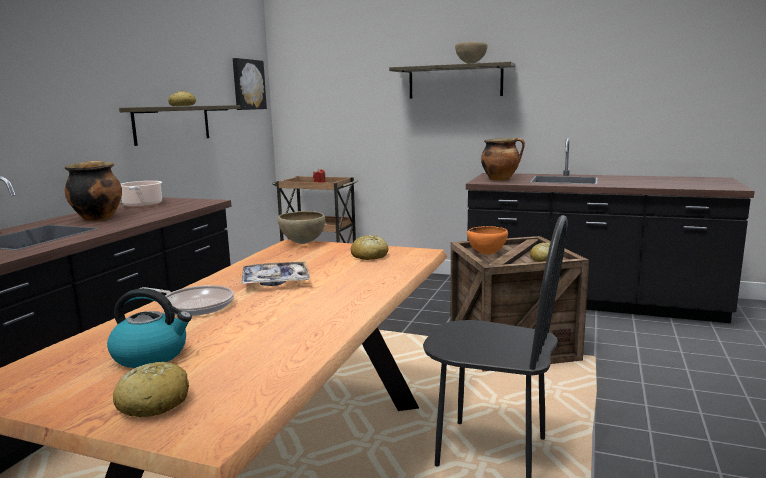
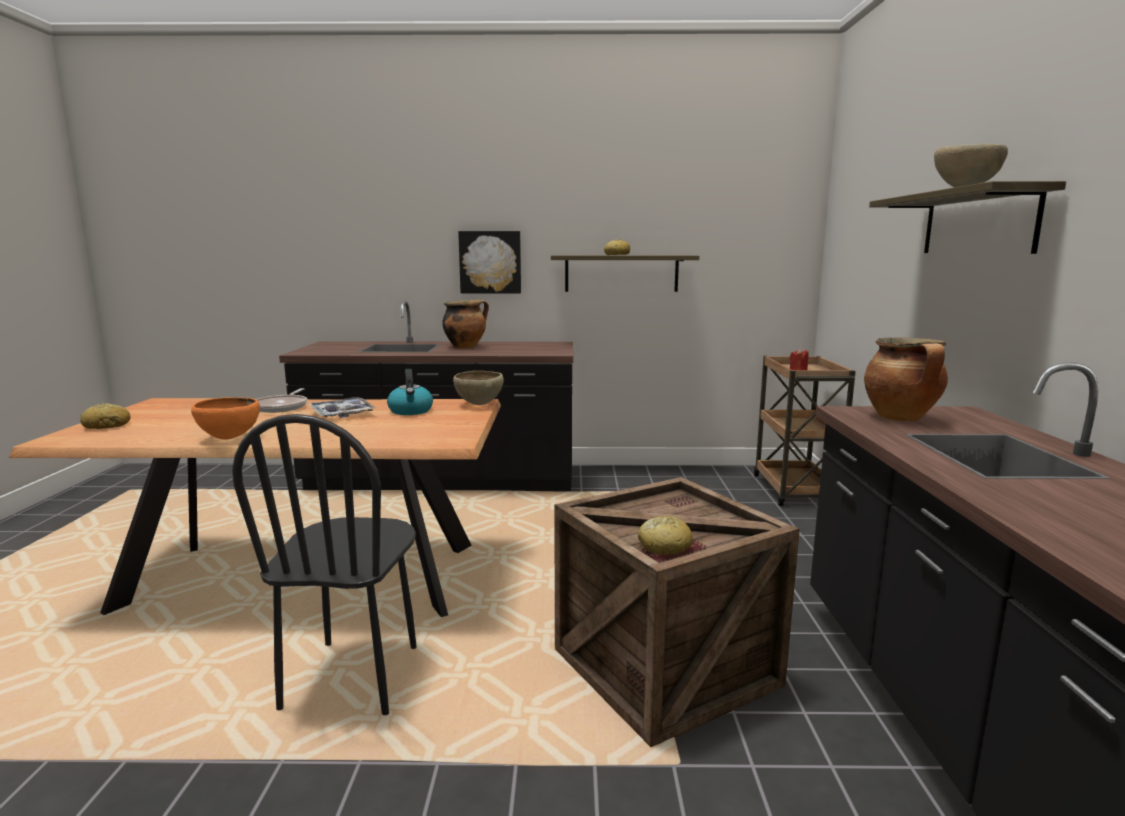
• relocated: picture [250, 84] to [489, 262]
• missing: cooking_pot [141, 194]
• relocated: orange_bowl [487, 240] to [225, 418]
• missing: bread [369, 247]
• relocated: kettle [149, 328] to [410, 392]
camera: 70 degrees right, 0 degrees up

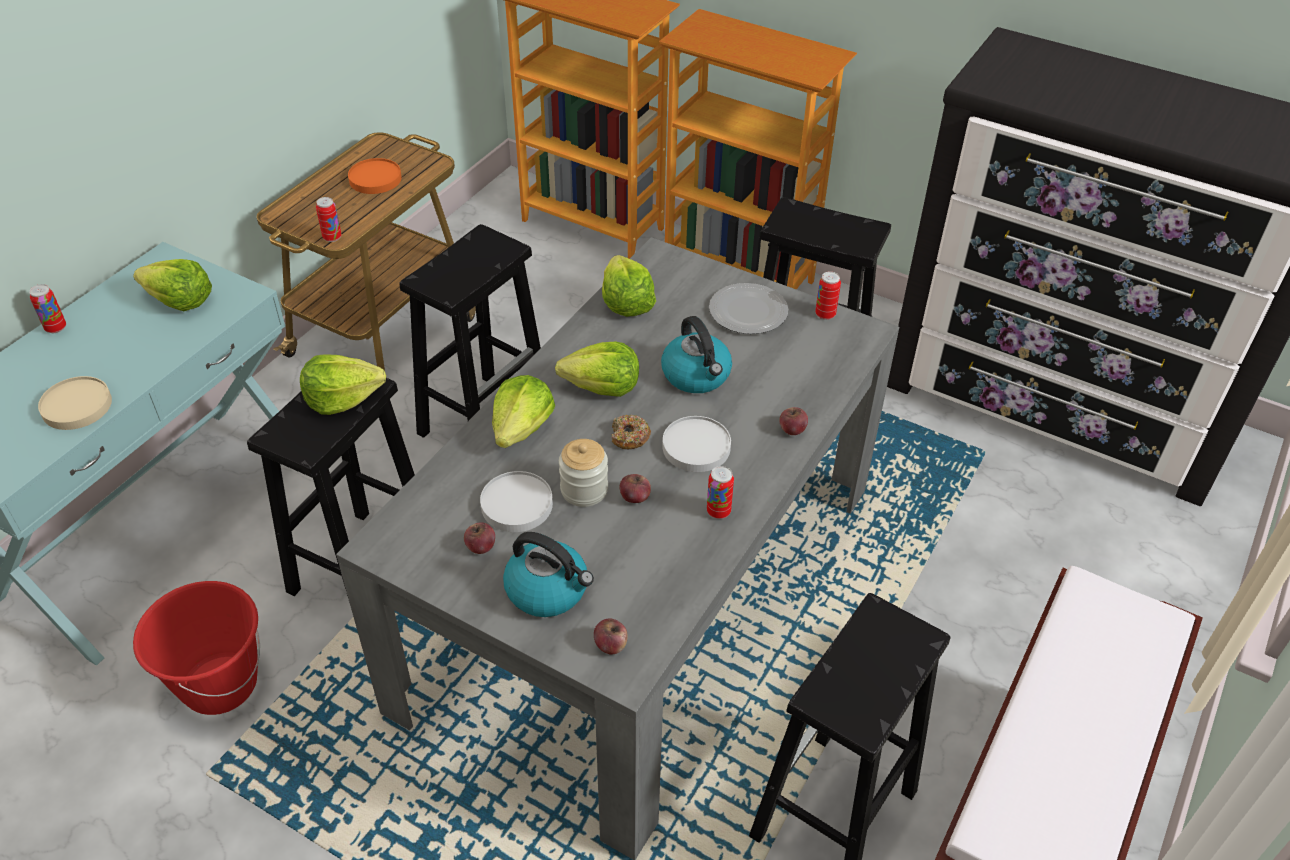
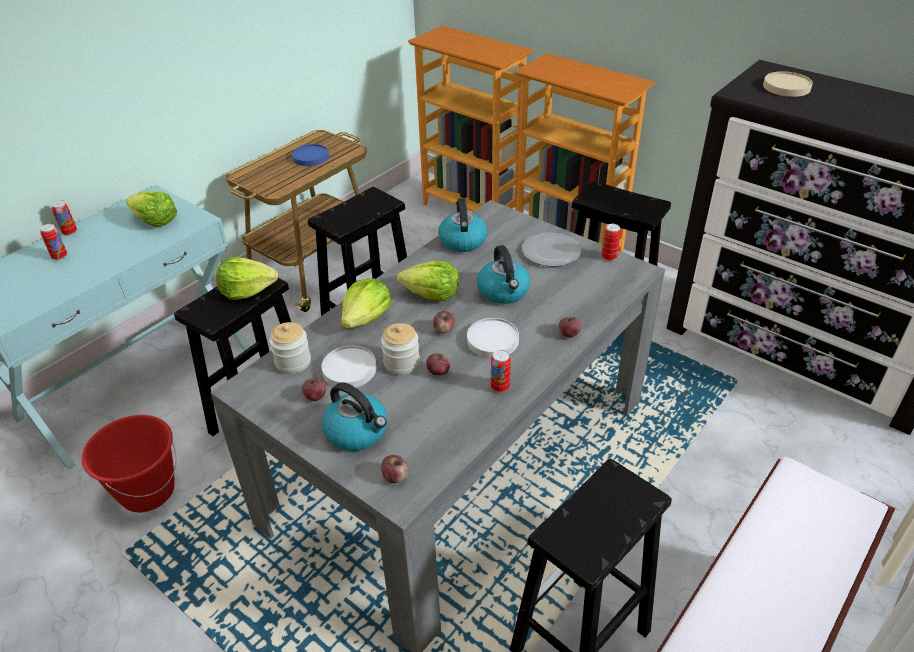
• colour: orange_plate [375, 176] to blue_plate [310, 155]
• relocated: can [328, 219] to [53, 242]
• exchanged: lettuce [629, 286] to kettle [462, 225]
• relocated: beige_plate [75, 403] to [788, 84]
• exchanged: donut [631, 431] to apple [444, 322]
• appeared: jar [290, 348]
camera: 10 degrees right, 5 degrees down

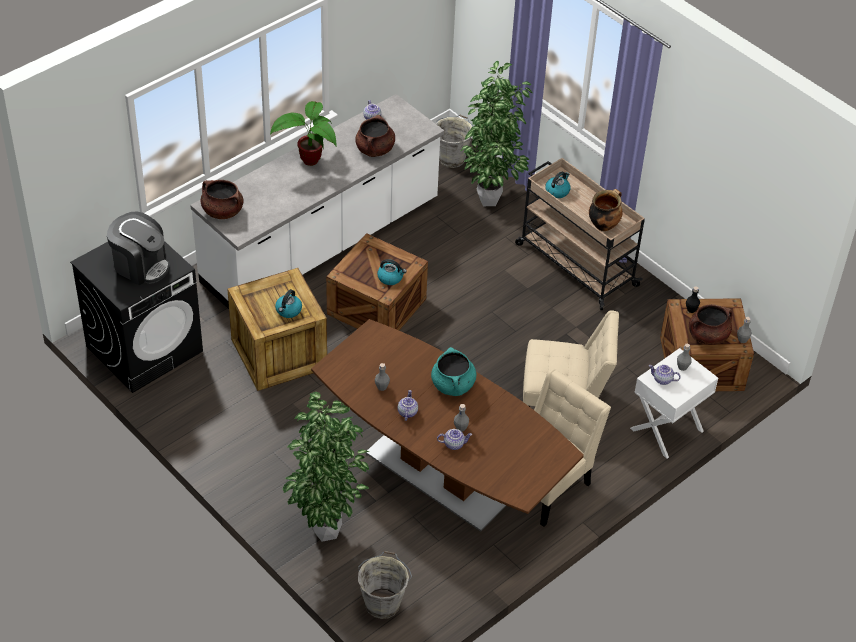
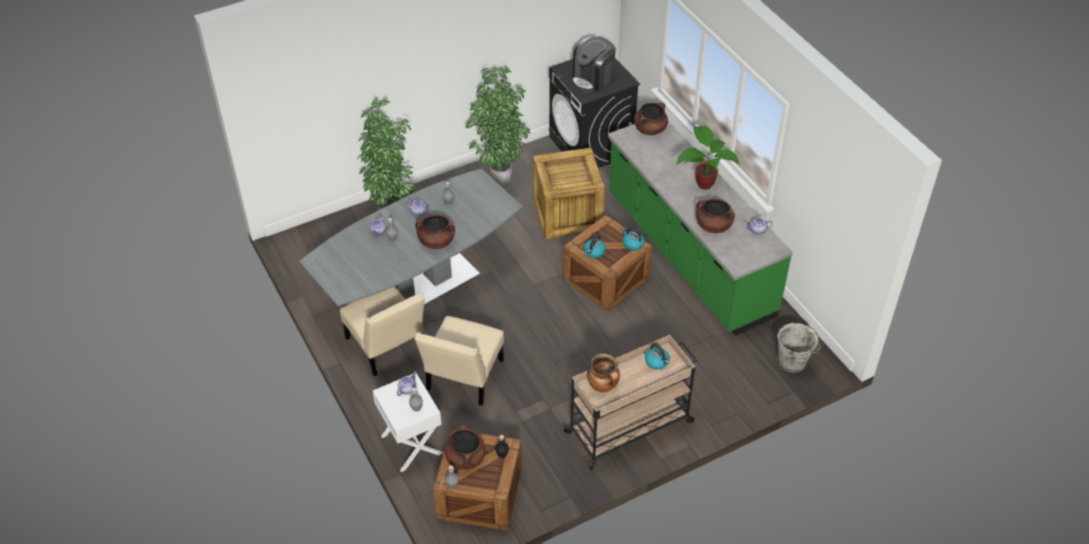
• relocated: potted_plant [496, 133] to [498, 126]
• colour: white_counter [317, 201] to green_counter [700, 228]
• relocated: kettle [288, 303] to [633, 239]
• colour: brown_dining_table [447, 425] to grey_dining_table [411, 237]
• colour: turquoise_cooking_pot [453, 371] to brown_cooking_pot [435, 231]
• missing: grey_bucket [385, 585]
camera: 105 degrees right, 0 degrees up

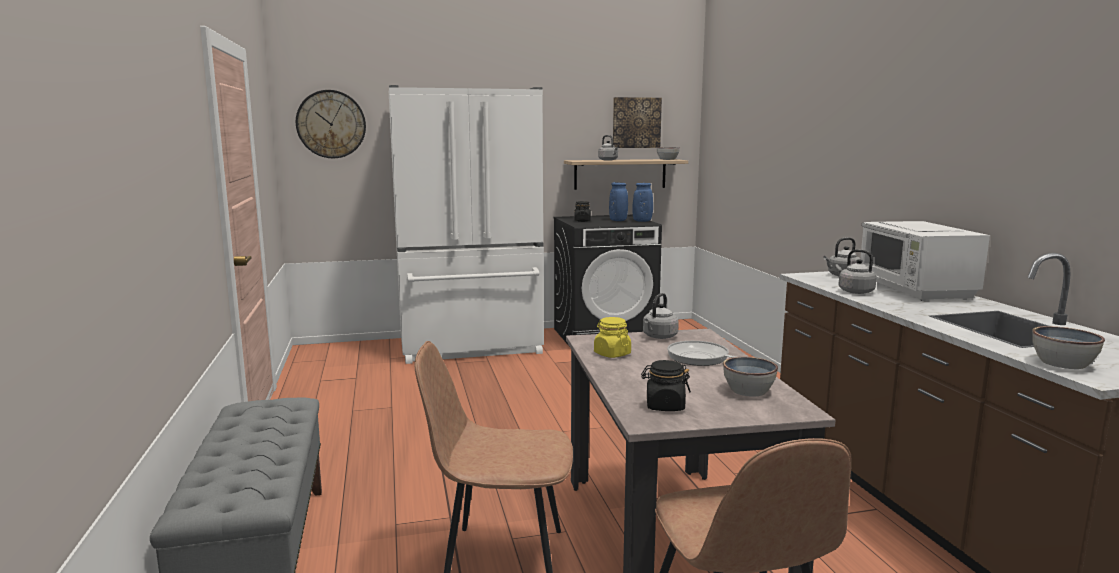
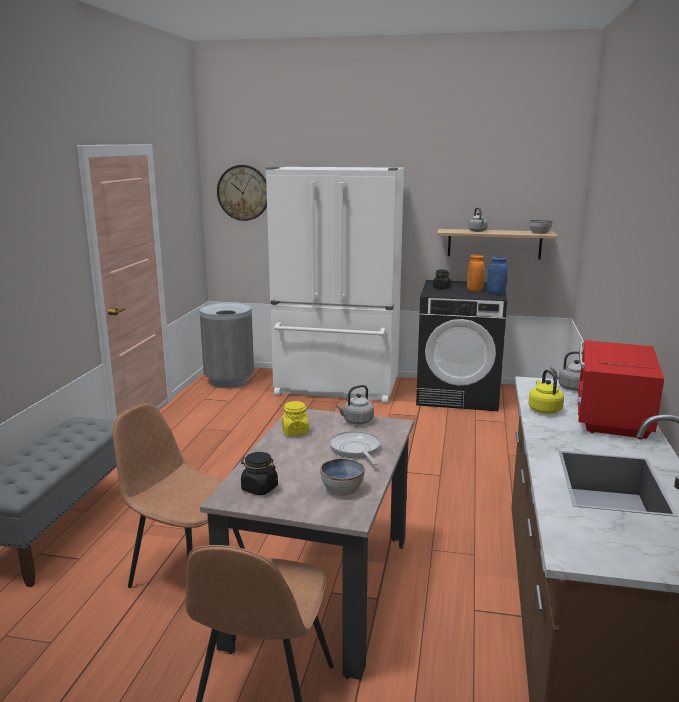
• missing: picture [637, 122]
• colour: blue_vase [618, 201] to orange_vase [475, 273]
• colour: white_microwave [925, 261] to red_microwave [620, 389]
• colour: grey_kettle [856, 271] to yellow_kettle [546, 392]
• missing: bowl [1068, 347]
• appeared: grey_trash_can [226, 345]
camera: 25 degrees right, 5 degrees up

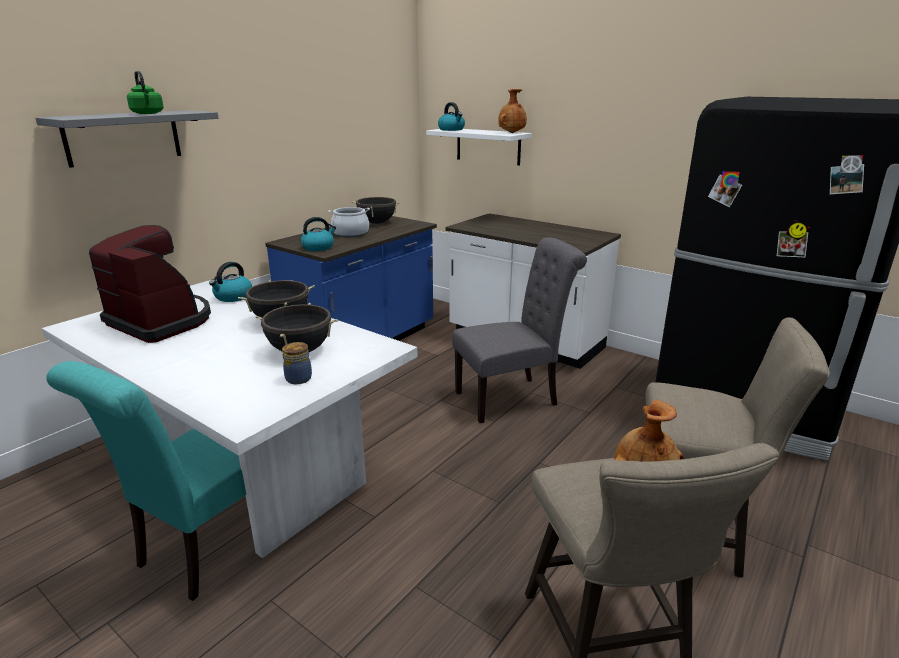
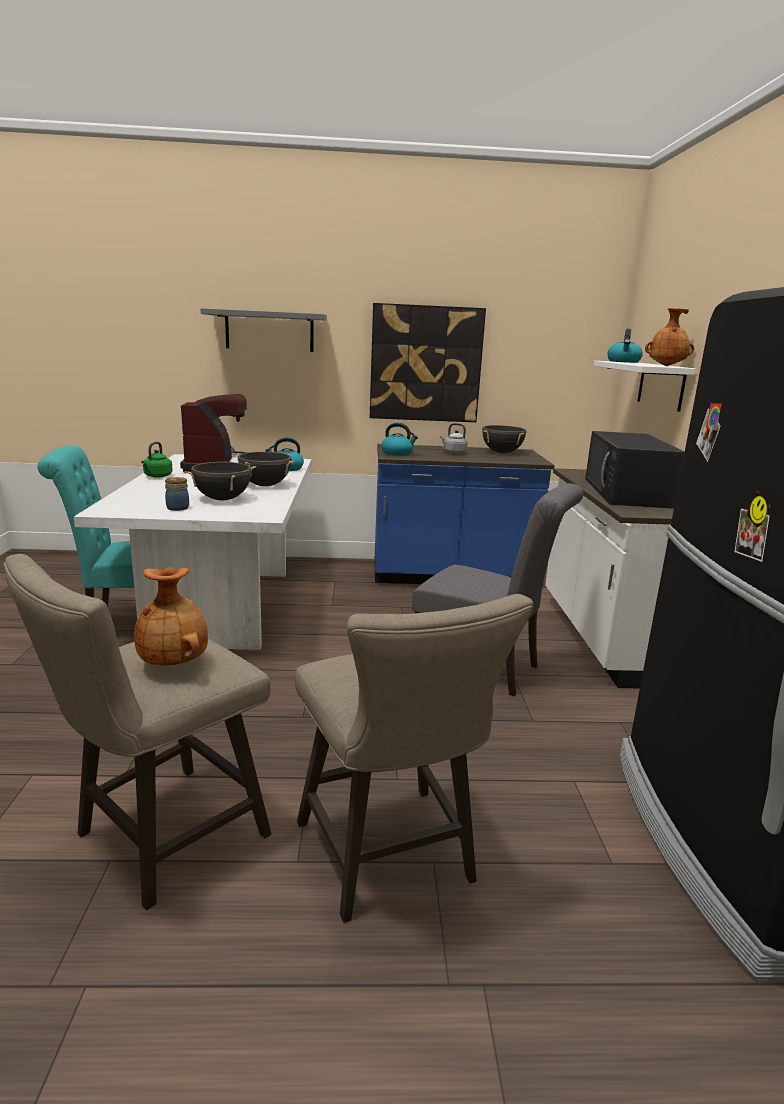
• relocated: green_kettle [145, 92] to [157, 460]
• exchanged: cooking_pot [349, 222] to grey_kettle [454, 438]
• appeared: picture [428, 362]
• appeared: black_microwave [635, 470]
camera: 50 degrees right, 5 degrees down

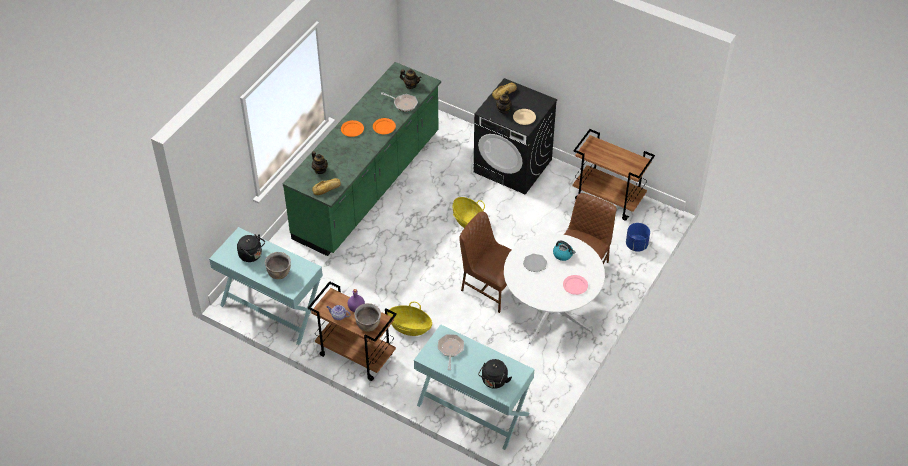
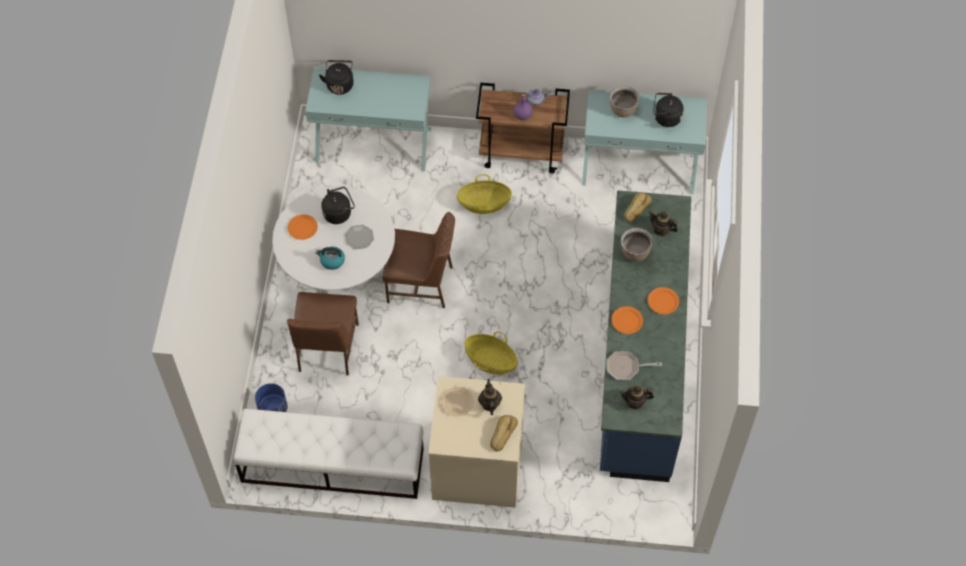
• colour: green_counter [362, 159] to blue_counter [645, 336]
• colour: black_washing_machine [515, 136] to beige_washing_machine [476, 442]
• exchanged: brown_cart [614, 175] to white_bench [328, 454]
• colour: pink_plate [575, 285] to orange_plate [303, 227]
• relocated: brown_cooking_pot [368, 317] to [637, 245]
• missing: frying_pan [451, 352]
• appeared: black_kettle [338, 205]
camera: 155 degrees right, 10 degrees up

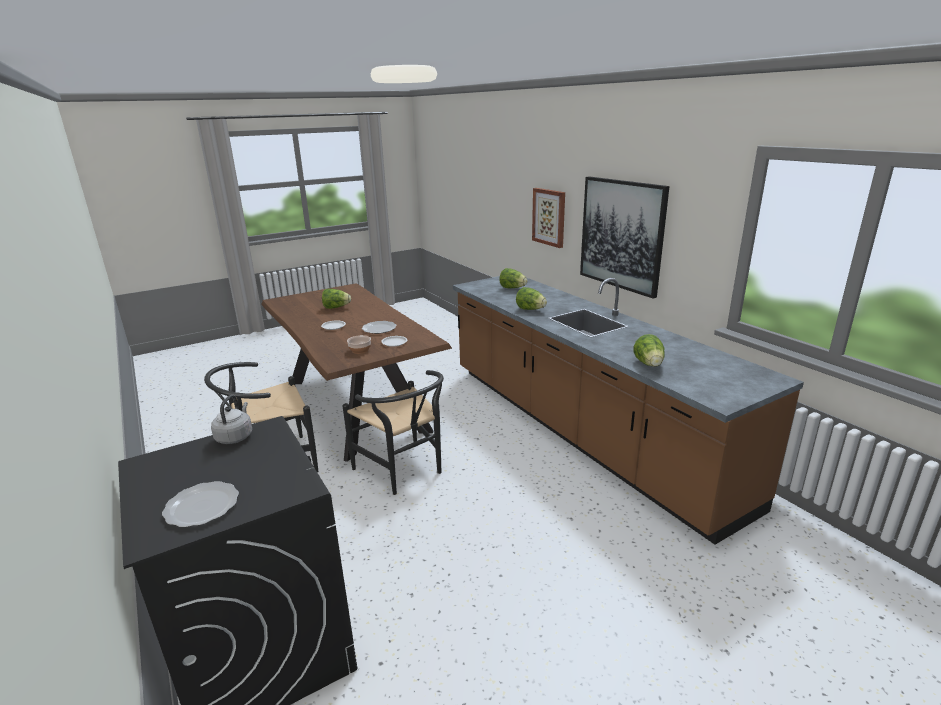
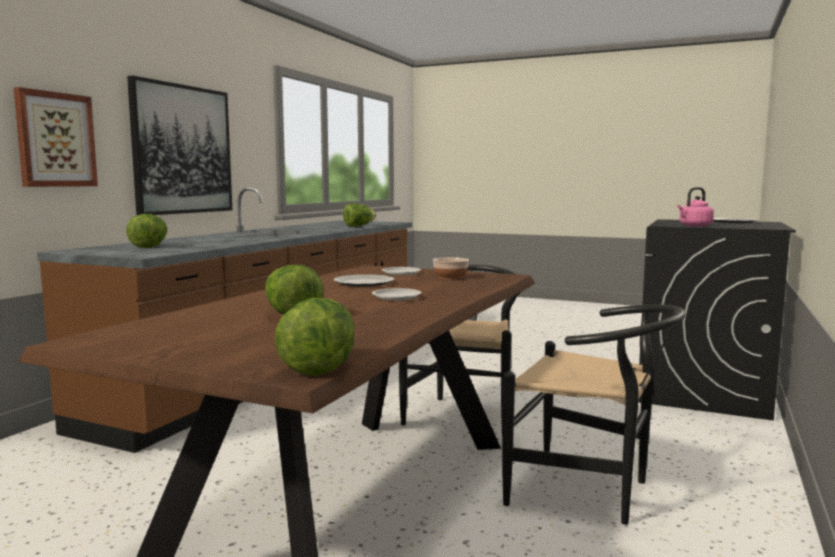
• relocated: lettuce [531, 298] to [315, 337]
• colour: grey_kettle [231, 419] to pink_kettle [695, 207]
camera: 125 degrees left, 15 degrees down

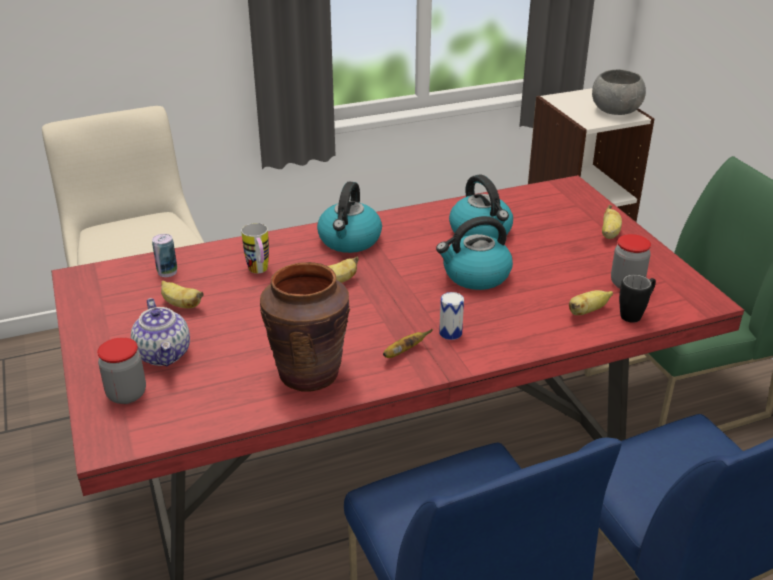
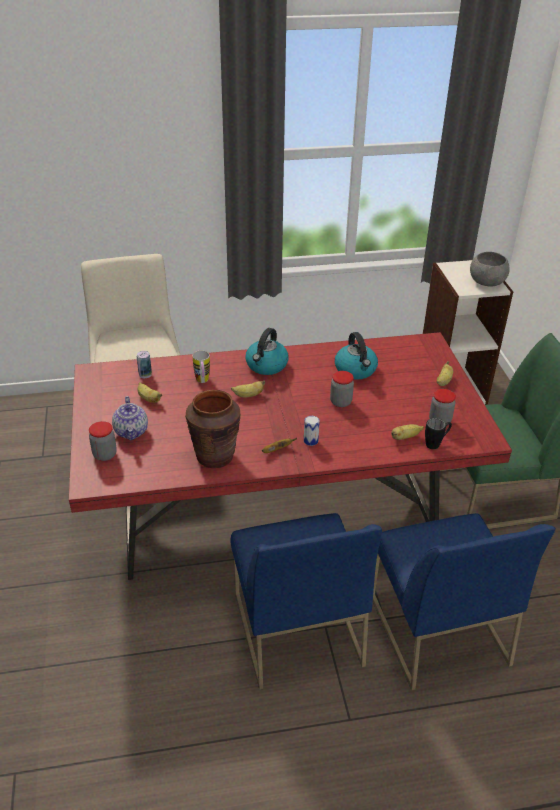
• exchanged: kettle [474, 253] to jar [342, 389]
camera: 10 degrees right, 5 degrees up

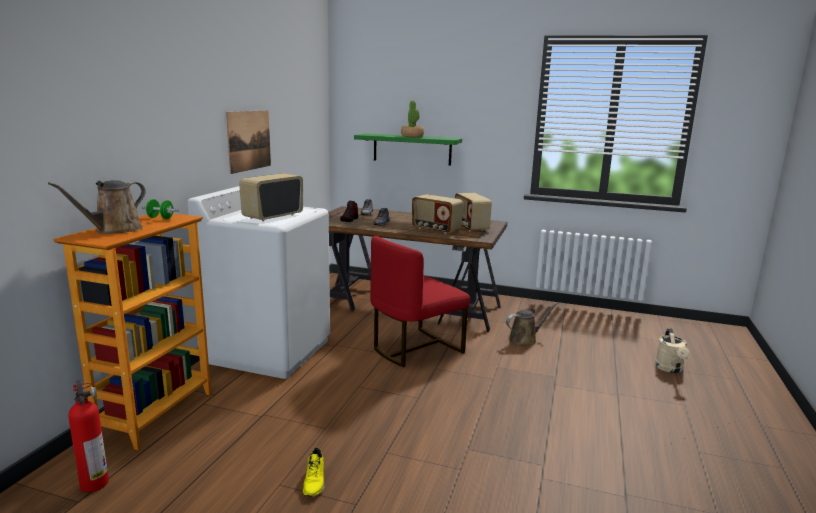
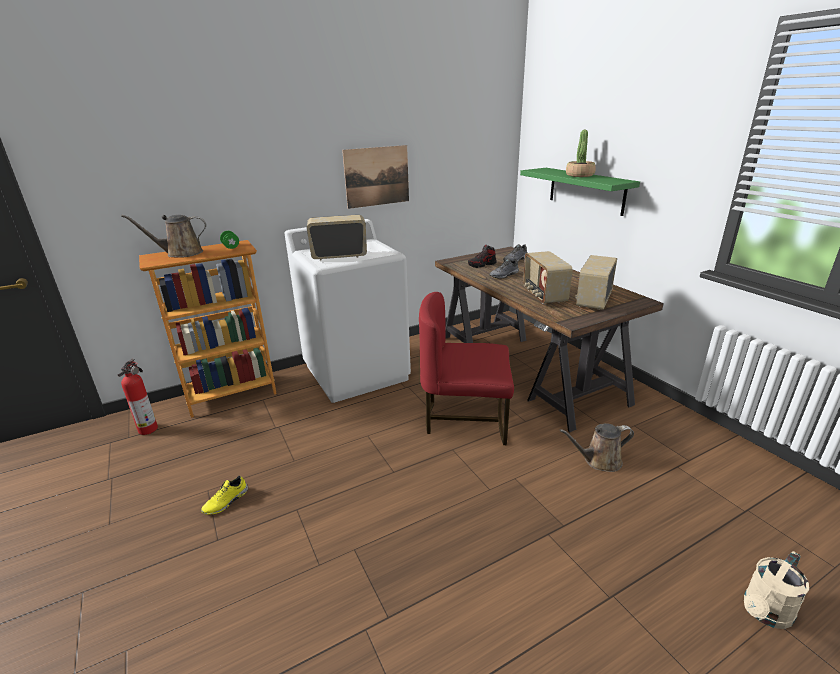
• spun: brown_watering_can [532, 324] = [596, 447] 150 degrees clockwise
camera: 45 degrees right, 10 degrees up

